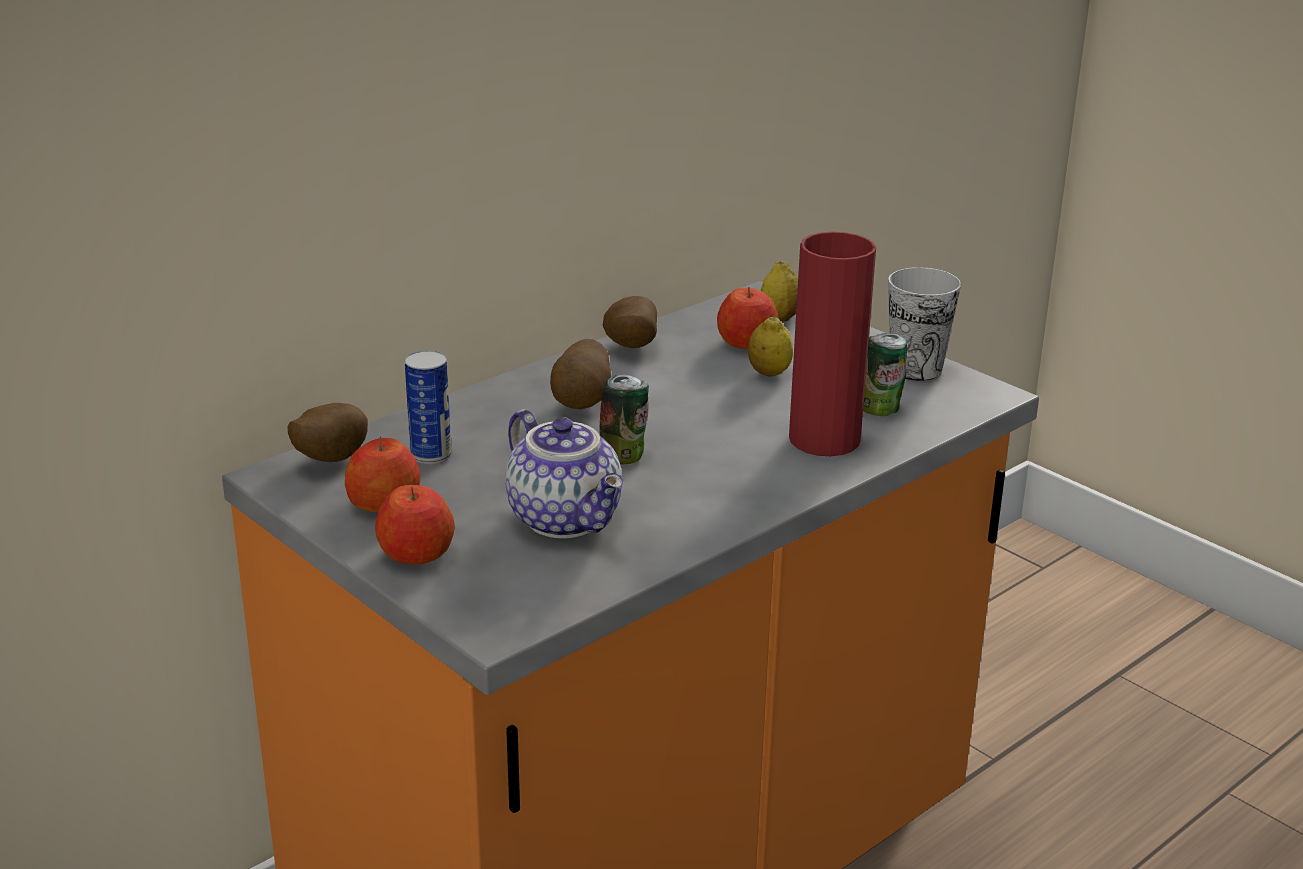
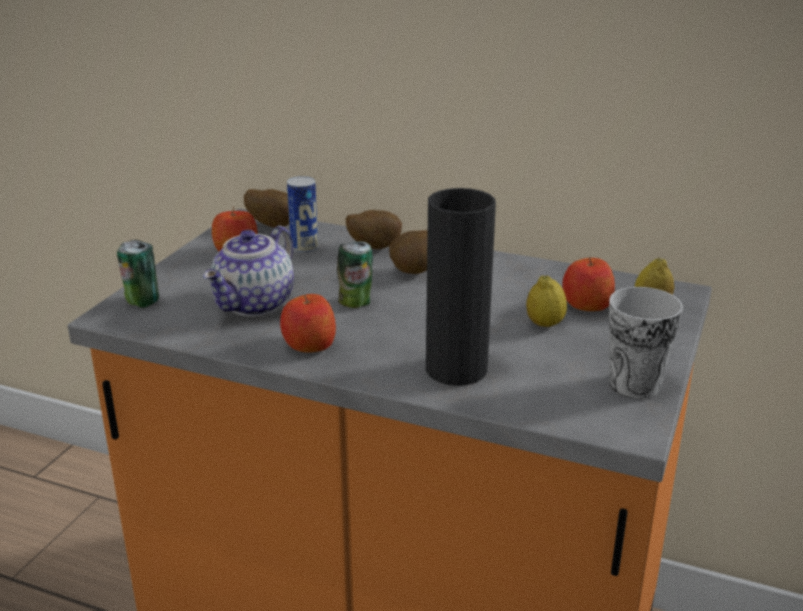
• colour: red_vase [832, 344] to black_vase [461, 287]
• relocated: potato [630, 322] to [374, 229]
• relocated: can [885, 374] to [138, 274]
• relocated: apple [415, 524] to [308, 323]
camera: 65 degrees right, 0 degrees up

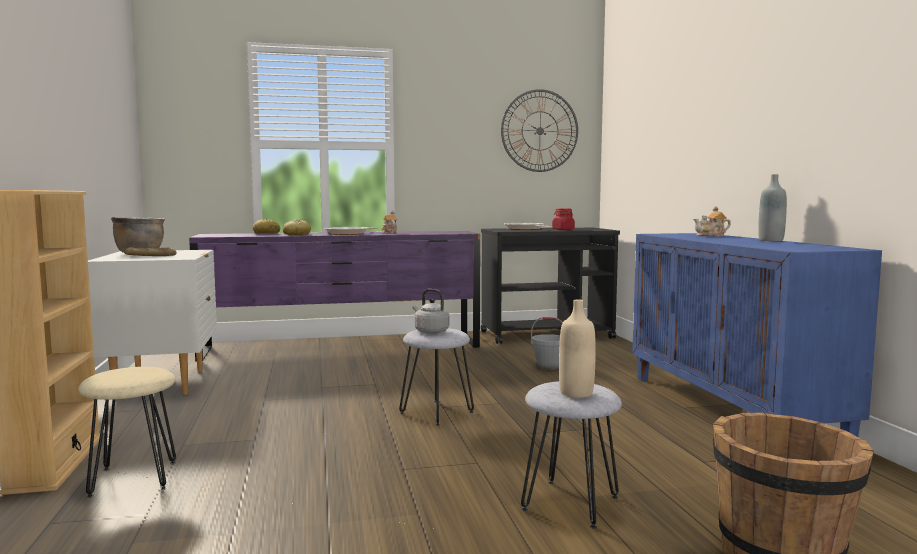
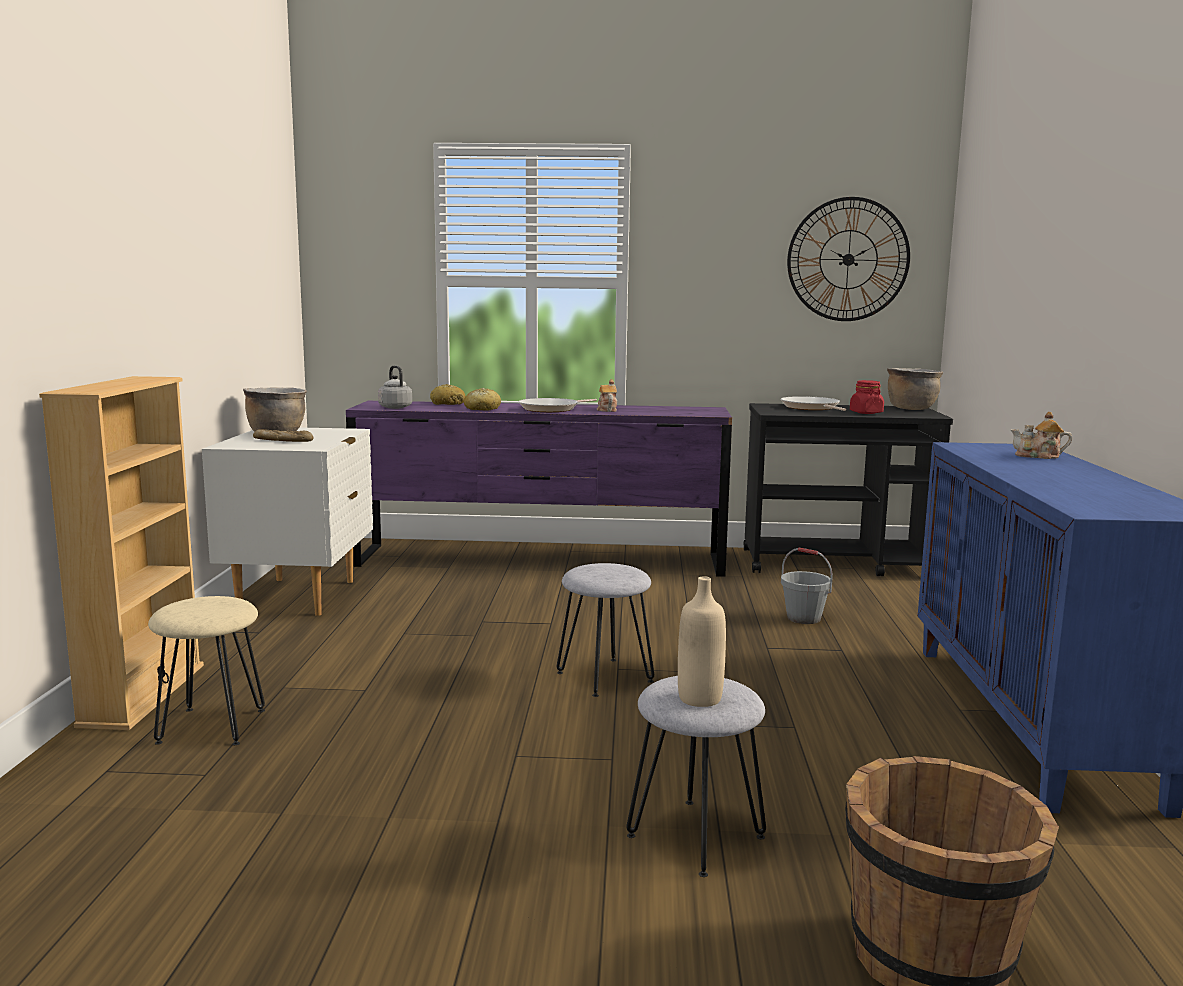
• missing: grey_bottle [772, 207]
• relocated: grey_kettle [431, 311] to [395, 387]
• appeared: brown_cooking_pot [915, 389]
camera: 15 degrees right, 5 degrees up

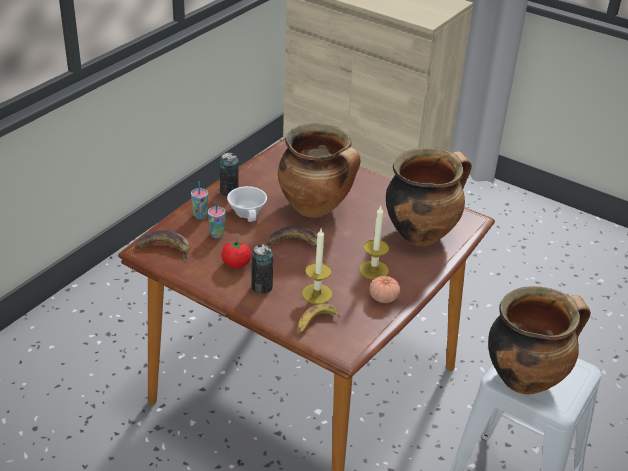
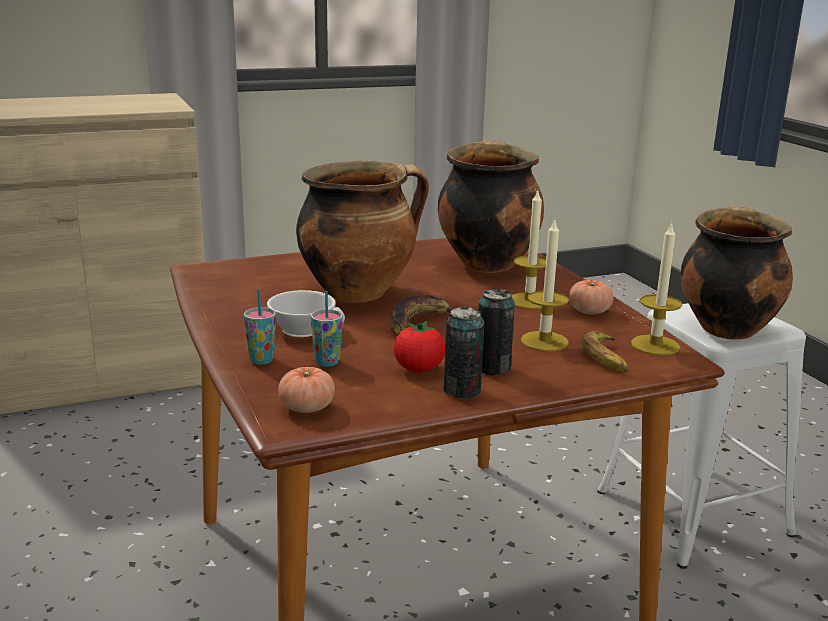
• relocated: can [229, 175] to [463, 352]
• exchanged: banana [162, 246] to tomato [306, 390]
• appeared: candle [657, 288]
camera: 55 degrees left, 15 degrees down

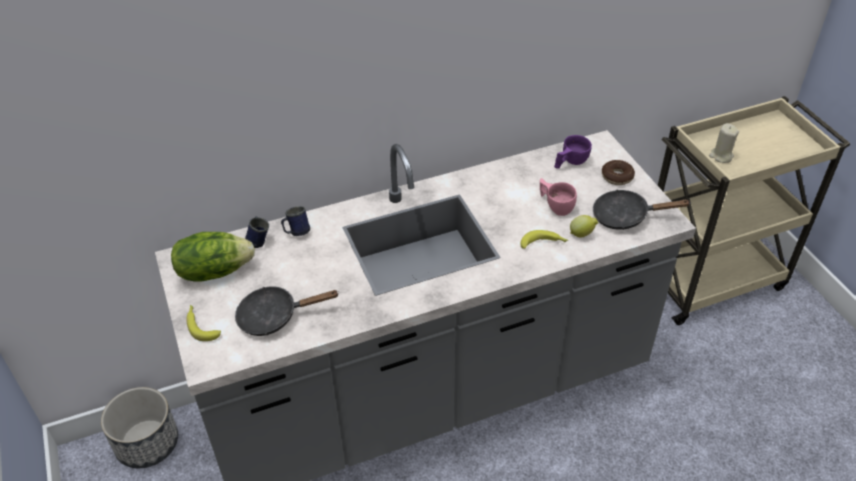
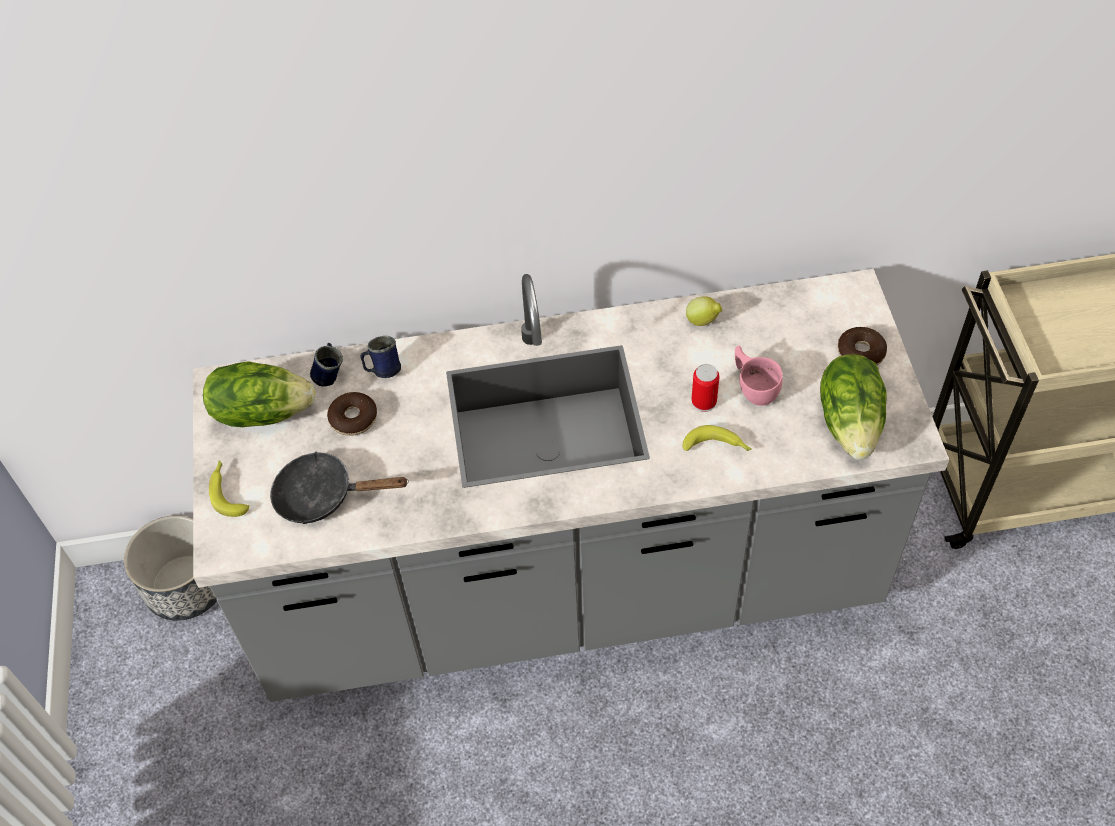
• missing: beige_candle [724, 143]
• missing: purple_cup [573, 152]
• exchanged: black_frying_pan [642, 210] to lettuce [853, 407]
• relocated: lemon [584, 226] to [704, 311]
• appeared: can [705, 388]
• appeared: donut [352, 414]
camera: 15 degrees right, 10 degrees up

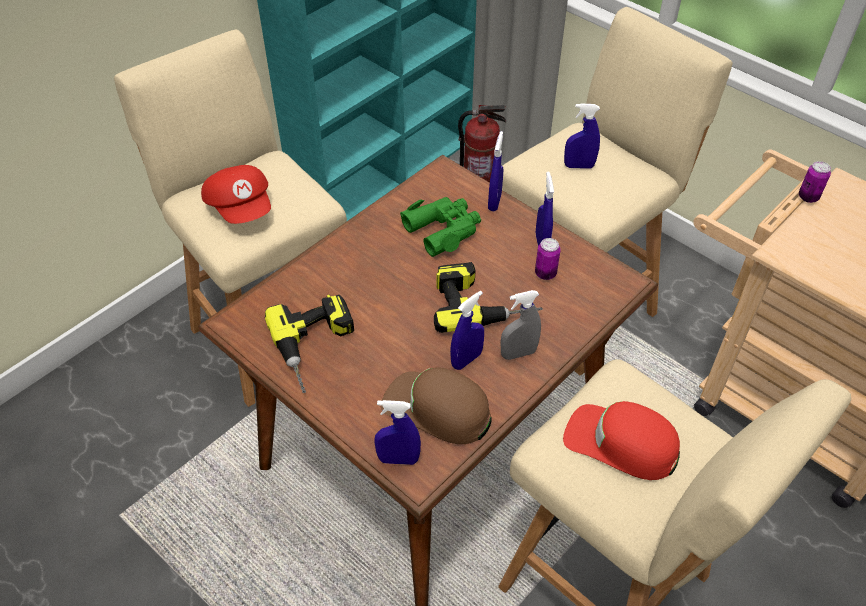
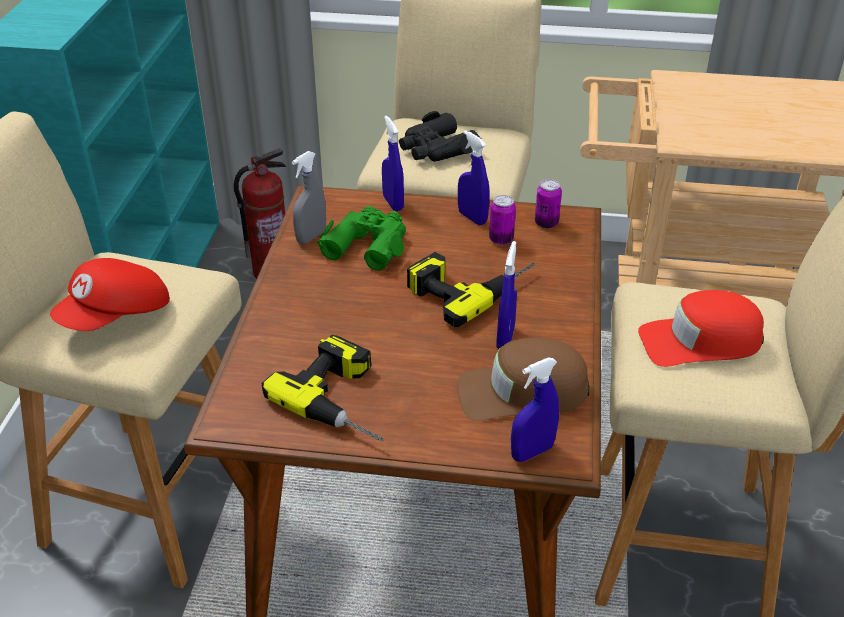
• exchanged: blue_spray_bottle [582, 136] to black_binoculars [440, 136]
• relocated: can [815, 182] to [548, 204]
• spun: red_cap [236, 194] = [110, 294] 105 degrees clockwise
• relocated: grey_spray_bottle [521, 325] to [309, 197]
camera: 35 degrees left, 10 degrees down

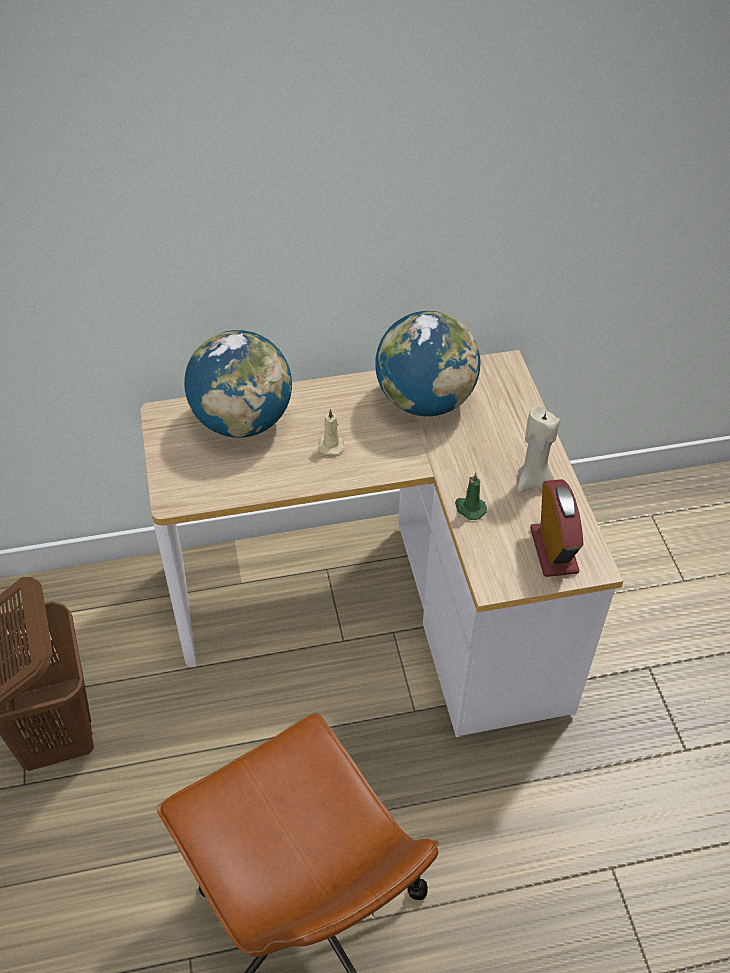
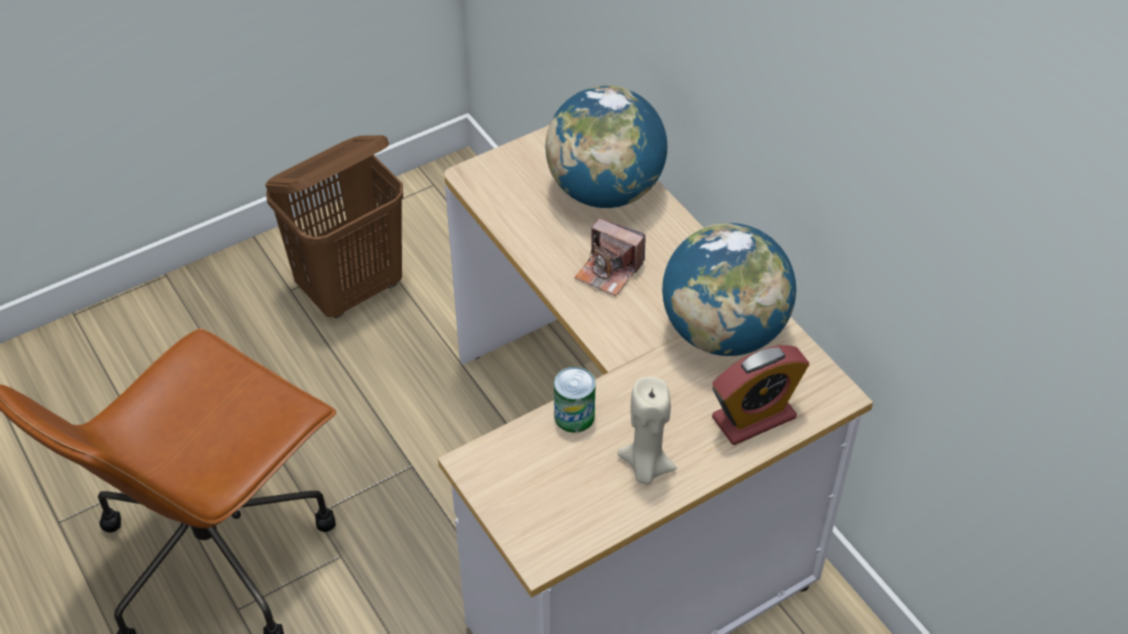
• exchanged: beige_candle [331, 432] to photo_camera [610, 257]
• exchanged: green_candle [471, 496] to can [575, 400]
• relocated: alarm_clock [556, 528] to [760, 395]
camera: 70 degrees right, 0 degrees up

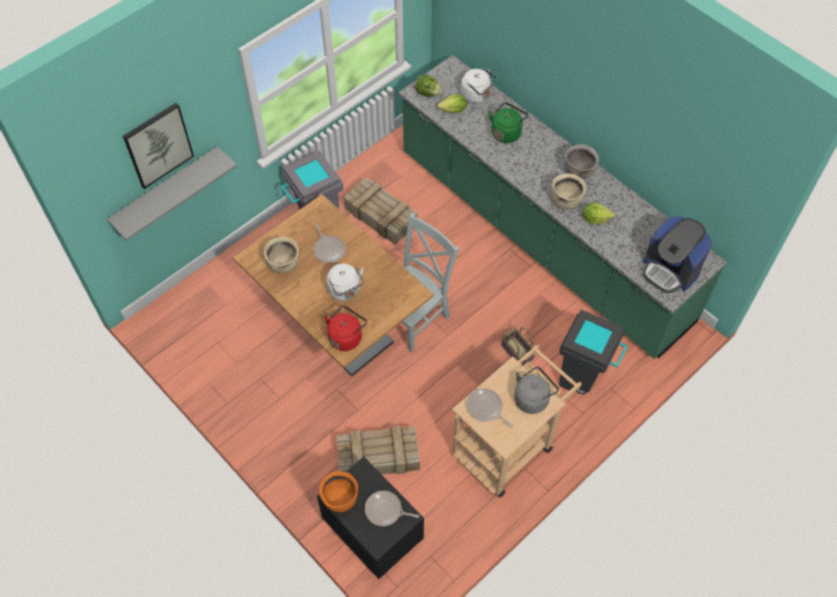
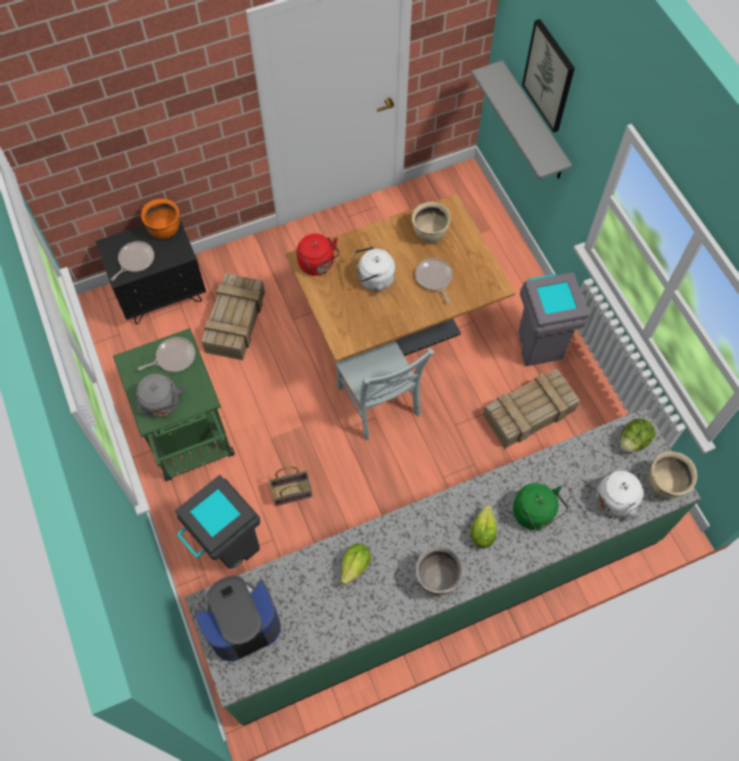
• relocated: lettuce [452, 103] to [483, 526]
• relocated: beige_cooking_pot [569, 191] to [672, 474]
• spun: frying_pan [329, 243] = [433, 280] 75 degrees clockwise
• colour: beige_cart [517, 421] to green_cart [174, 404]
camera: 110 degrees right, 5 degrees up

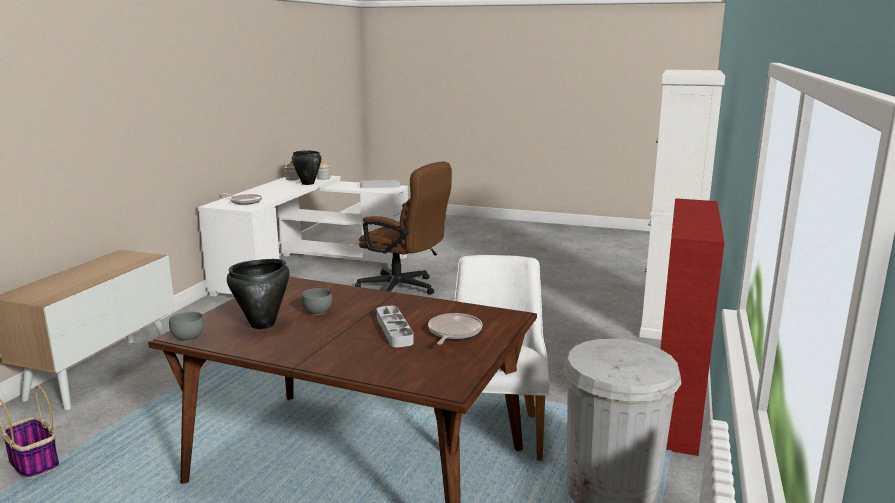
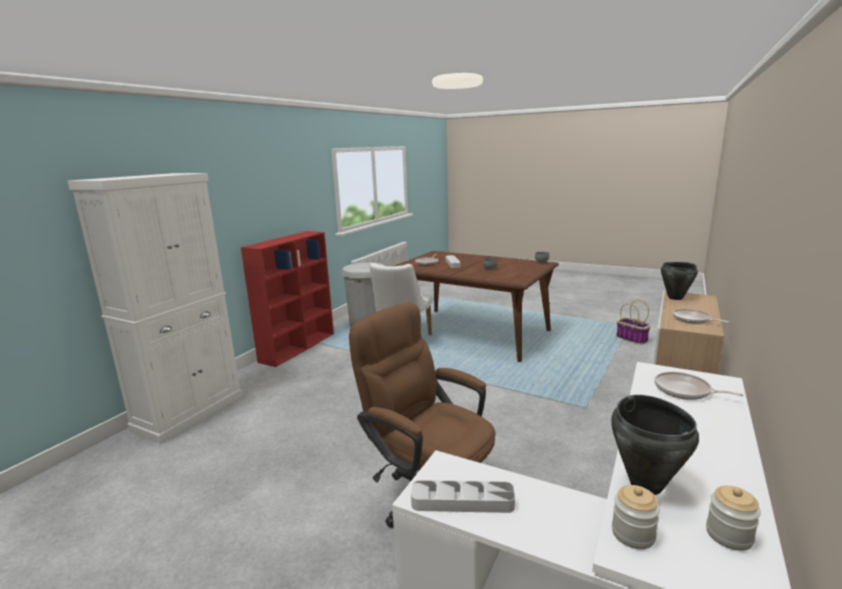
• relocated: black_cooking_pot [258, 294] to [679, 281]
• appeared: frying_pan [701, 316]
camera: 170 degrees left, 0 degrees up

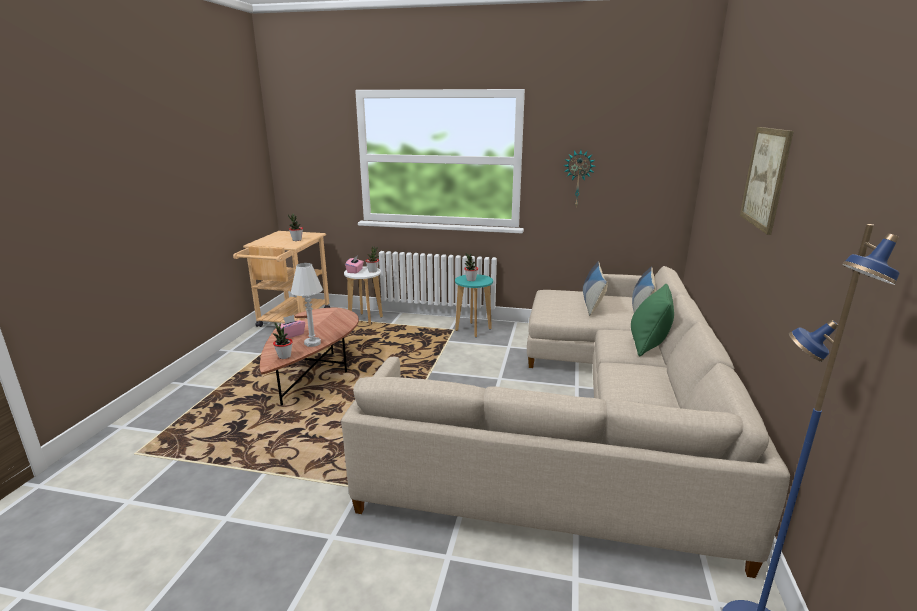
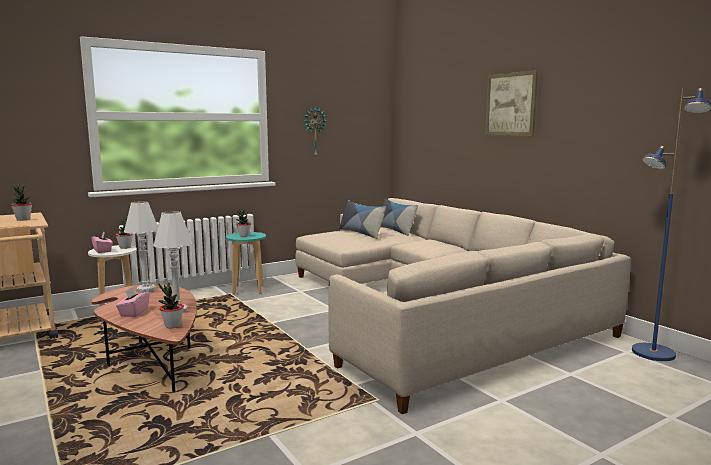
• missing: green_pillow [652, 320]
• appeared: white_table_lamp [141, 247]
camera: 45 degrees left, 10 degrees down

